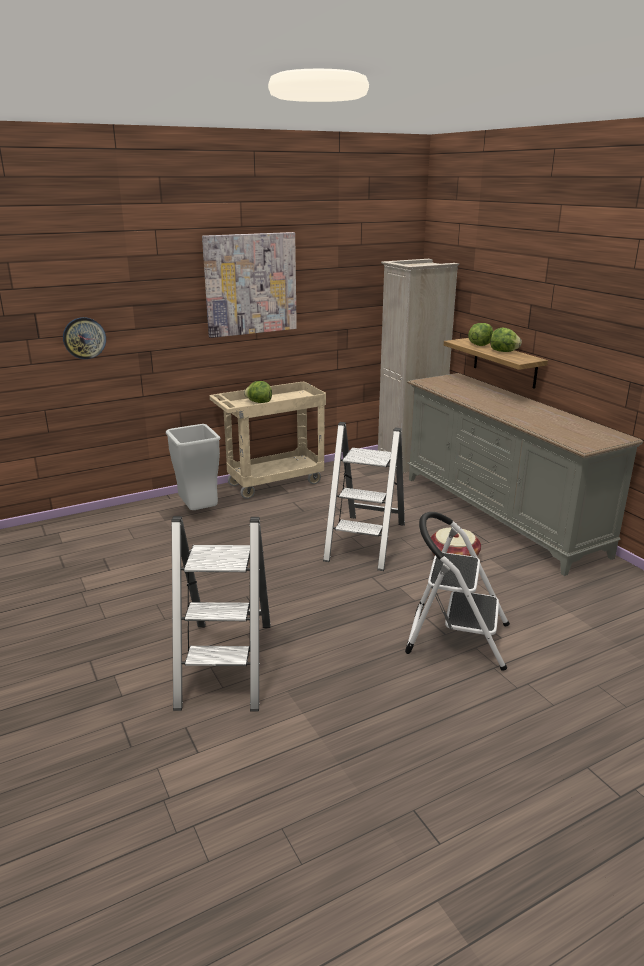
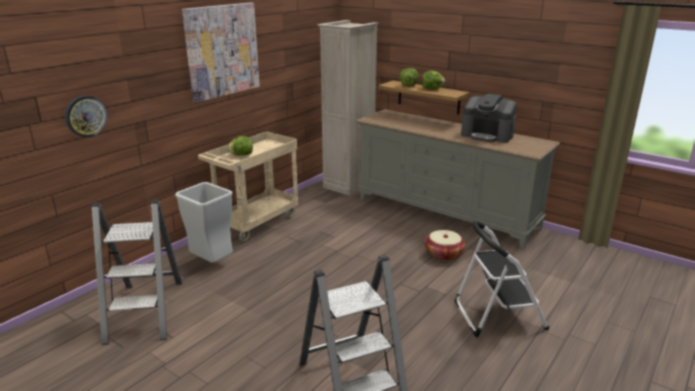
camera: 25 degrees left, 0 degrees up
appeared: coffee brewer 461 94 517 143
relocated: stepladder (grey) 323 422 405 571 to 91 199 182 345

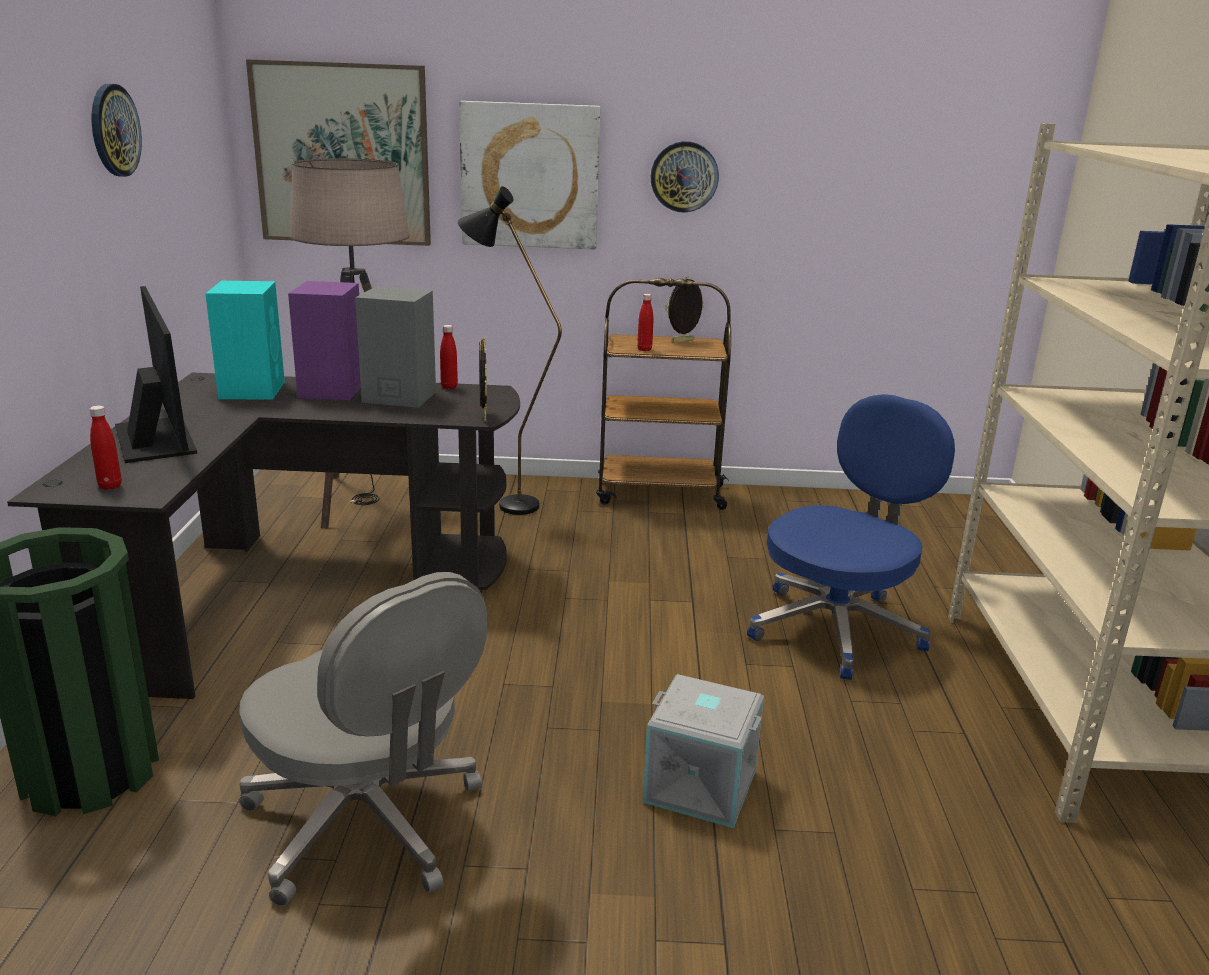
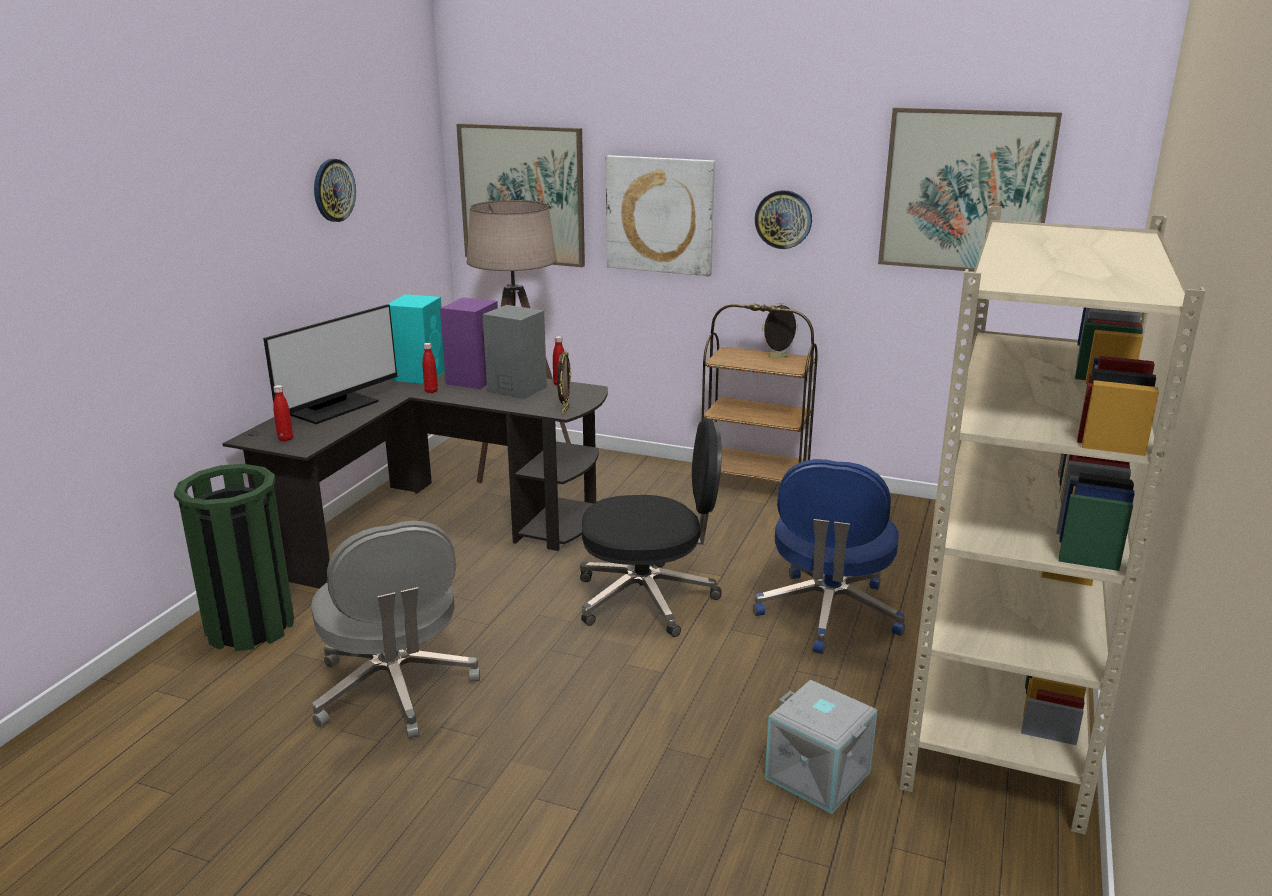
camera: 20 degrees right, 0 degrees up
missing: standing lamp (blackish) 458 186 562 515
appeared: picture 878 108 1062 272; computer chair (blackish) 580 419 722 637
relocated: bottle (red-coloured) 637 294 653 351 to 422 343 438 393; storage box (grey) 642 674 764 828 to 765 680 877 814
spun: computer screen 115 286 197 463 = 263 304 397 424 45 degrees clockwise; computer chair (blue) 747 394 955 680 = 753 459 905 654 135 degrees clockwise

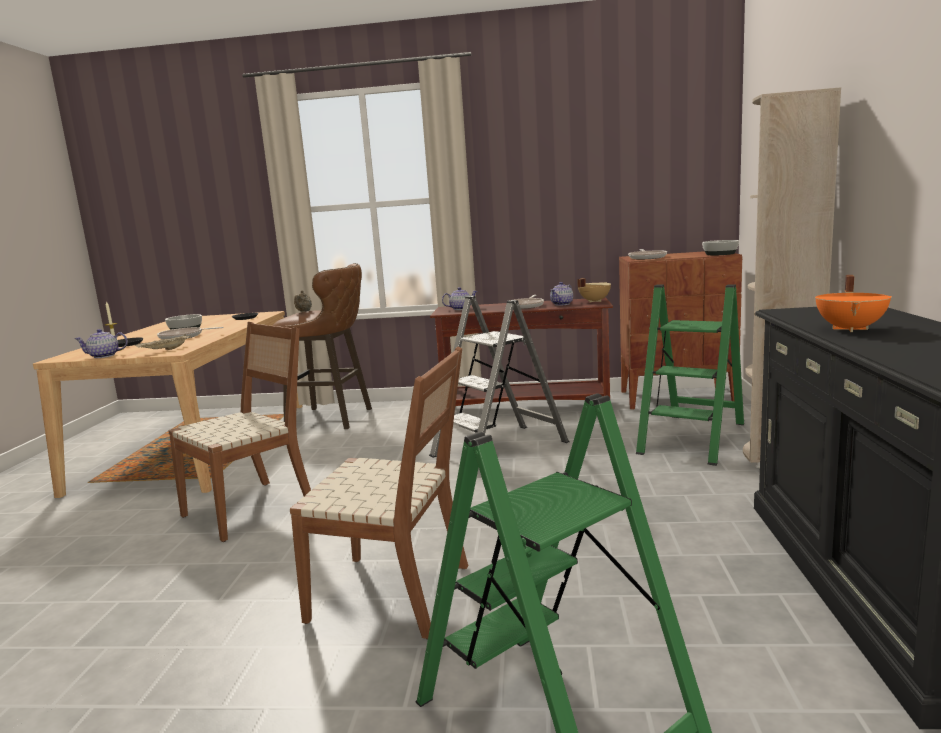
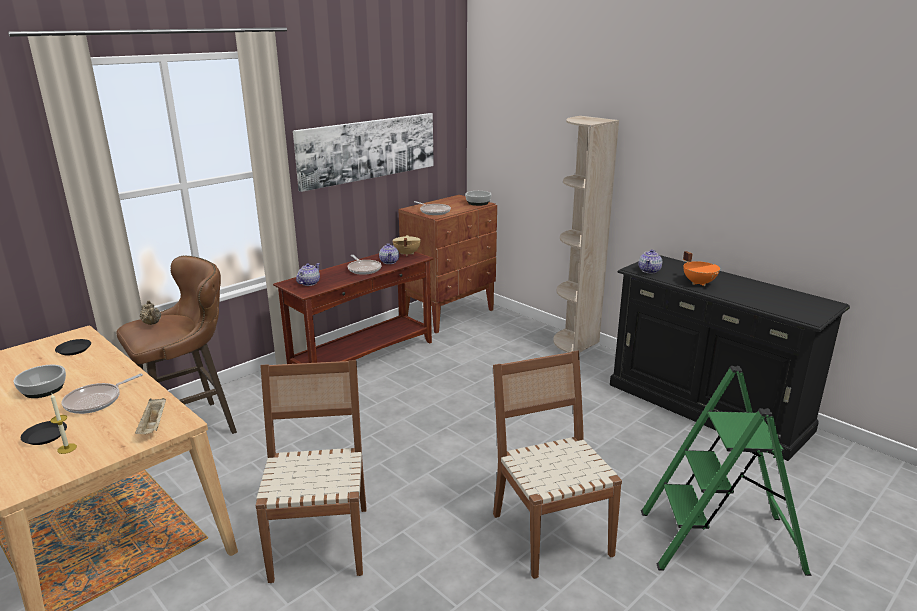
camera: 50 degrees left, 10 degrees up
missing: stepladder (green) 636 284 744 466; stepladder (grey) 429 296 569 458
appeared: picture 293 113 434 192
relocated: pot for tea 75 329 128 358 to 639 249 662 274
spun: upright chair 290 347 468 640 = 493 351 622 579 75 degrees counterclockwise

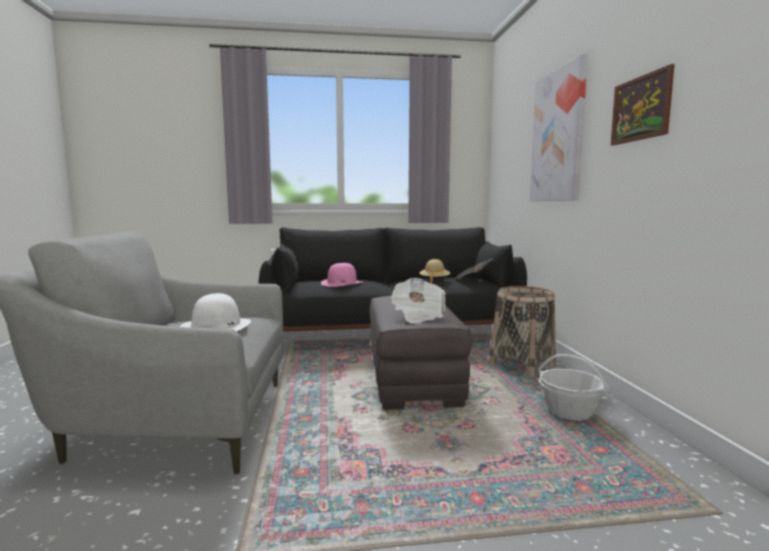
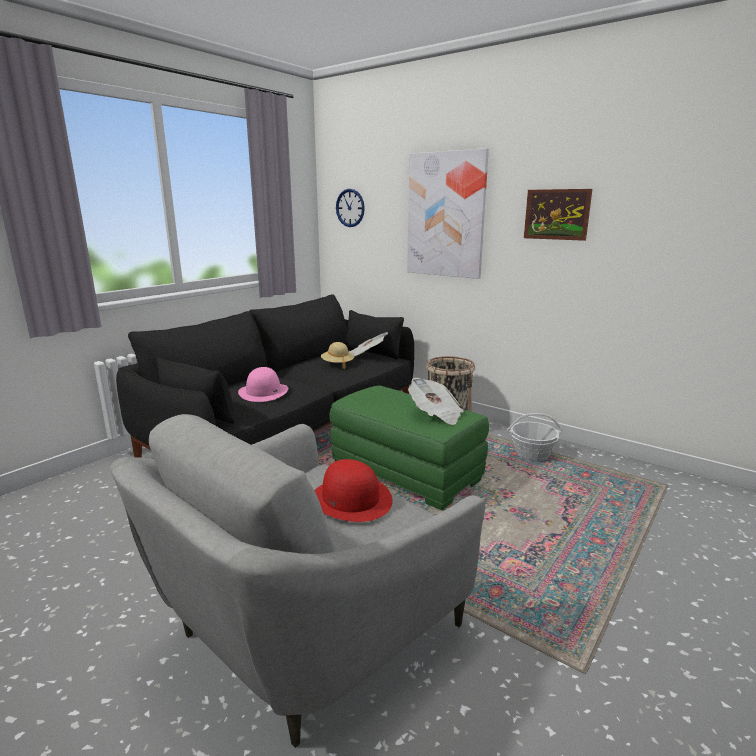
camera: 45 degrees left, 10 degrees up
appeared: clock on the wall 336 189 365 227
colour: clothing hat (white-coloured) 180 293 251 331 to clothing hat (red-coloured) 314 459 393 522; footrest (grey) 369 296 472 410 to footrest (green) 330 386 489 510

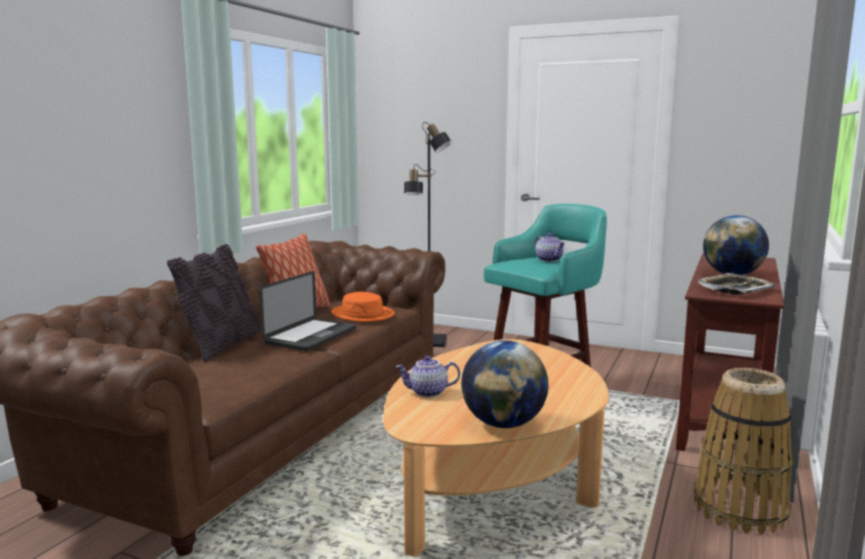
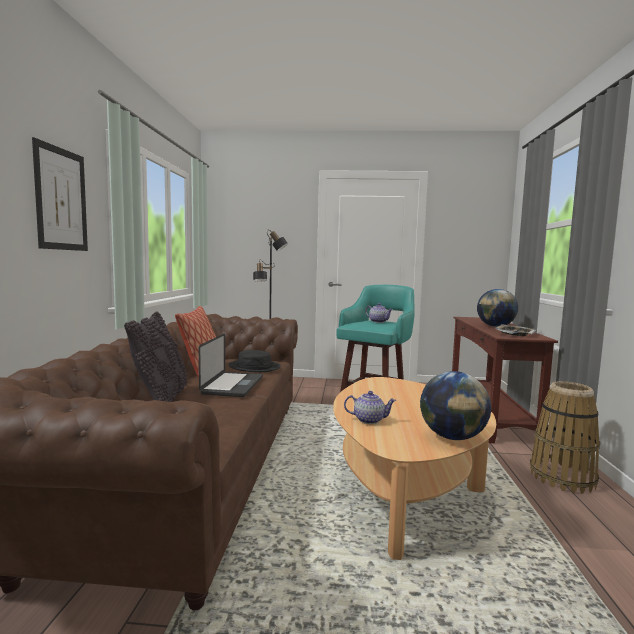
camera: 20 degrees left, 5 degrees down
appeared: picture 32 137 88 251
colour: clothing hat (orange) 331 292 395 322 to clothing hat (blackish) 228 350 281 372
spun: pot for tea 396 356 460 397 = 344 391 396 424 150 degrees counterclockwise

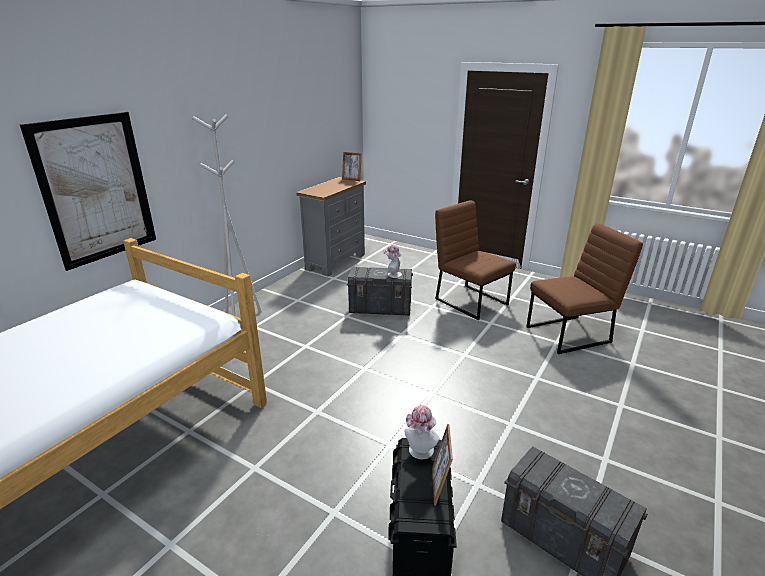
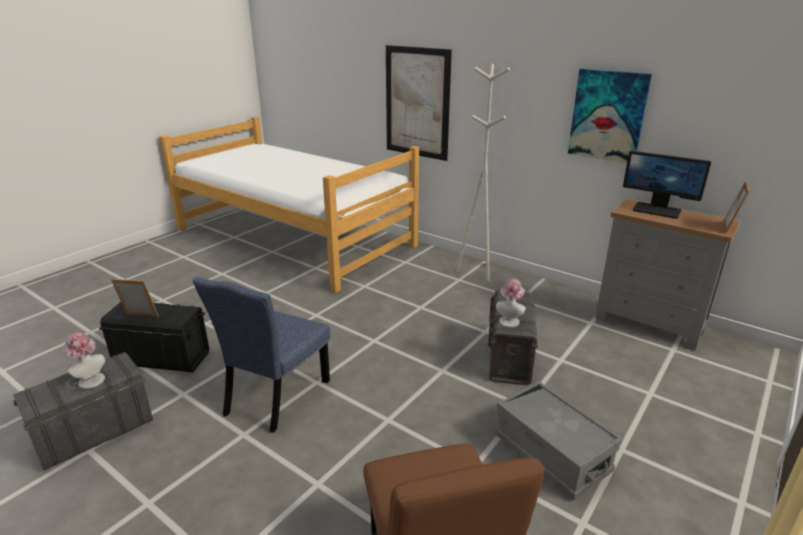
camera: 95 degrees right, 0 degrees up
appeared: picture 568 69 652 163; computer screen 623 151 711 219; upright chair (blue) 192 277 331 433
relocated: clothing hat 405 405 440 459 to 62 333 105 389
exchanged: upright chair (brown) 435 200 516 320 to storage box (grey) 495 381 623 500

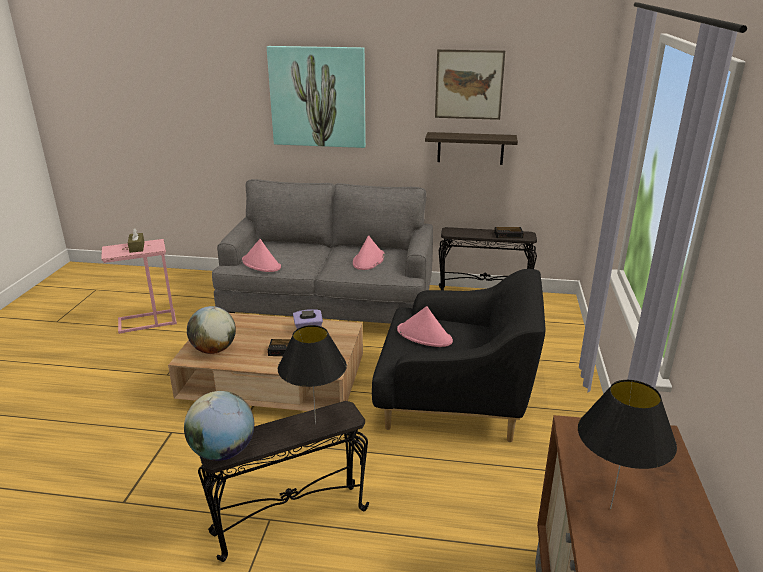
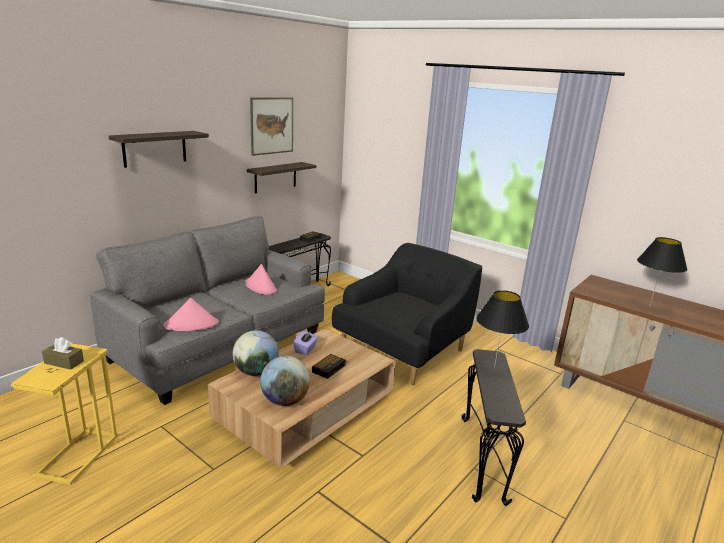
camera: 60 degrees left, 5 degrees down
missing: clothing hat (pink) 397 306 453 347
relocated: desk globe 184 391 254 461 to 232 330 279 376
exchanged: picture 267 46 366 148 to wall shelf 109 131 209 168
colour: accent table (pink) 101 239 177 334 to accent table (yellowish) 11 344 118 485

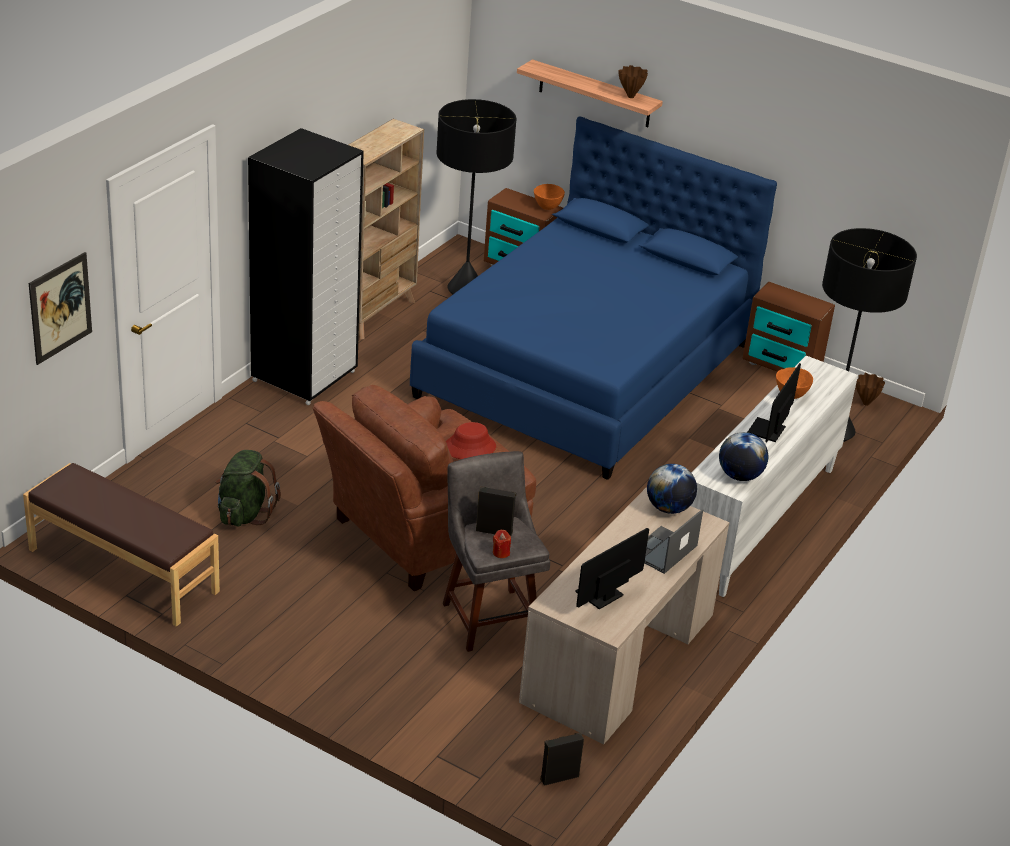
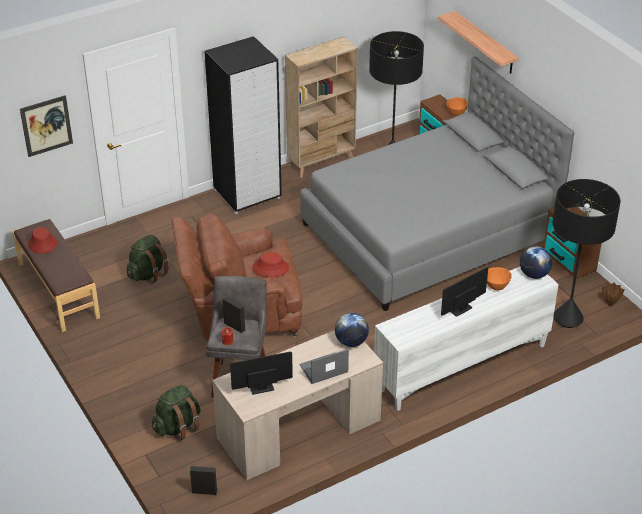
camera: 30 degrees right, 5 degrees up
missing: flower vase (brown) 618 65 648 98
appeared: clothing hat (red-coloured) 28 227 57 254; backpack (green) 152 385 200 441
relocated: desk globe 719 432 768 481 to 520 246 552 279
colour: bedroom bed (blue) 410 117 777 480 to bedroom bed (grey) 300 57 574 311

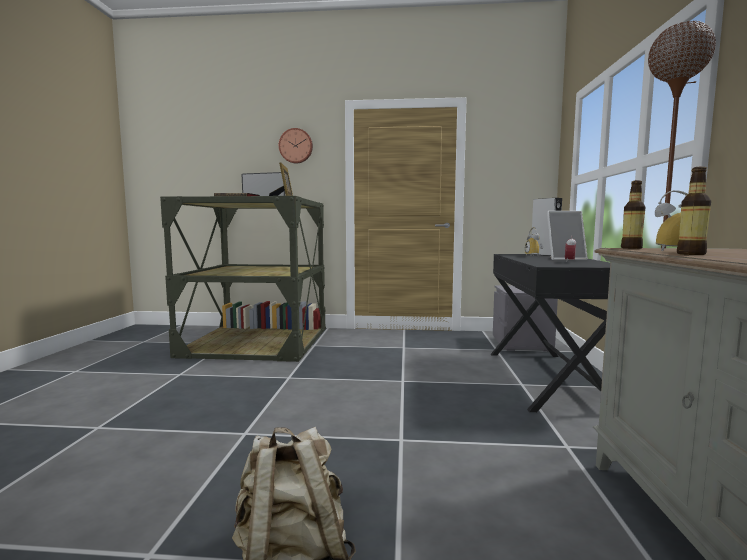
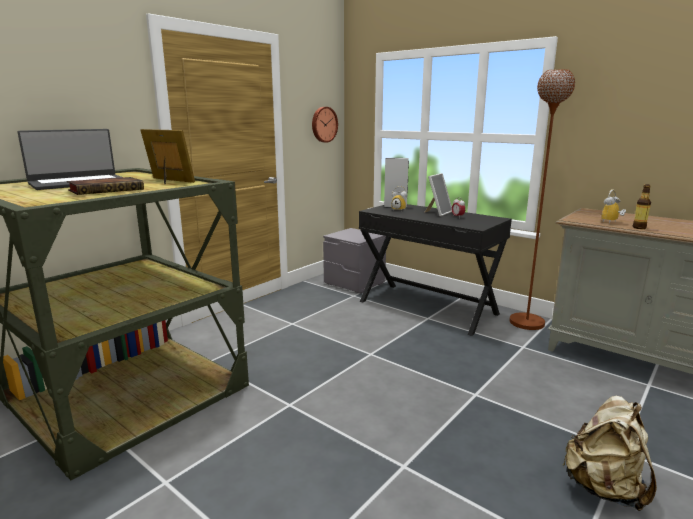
camera: 55 degrees left, 10 degrees up
missing: bottle 621 180 645 249
relocated: clock on the wall 279 128 313 164 to 312 107 338 143

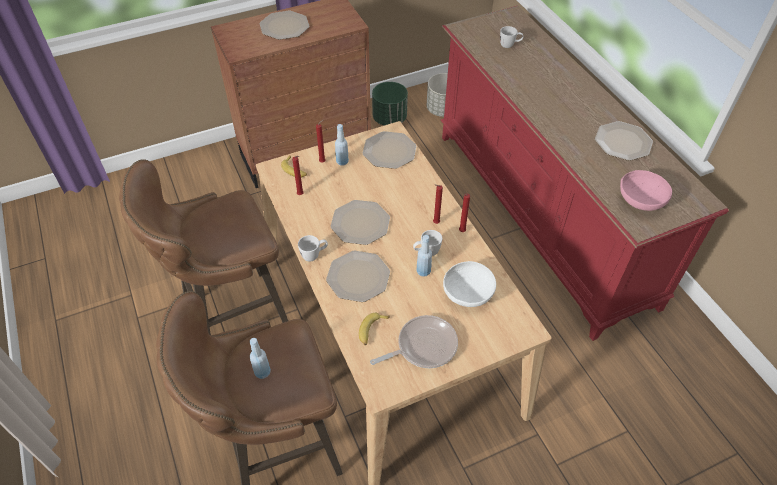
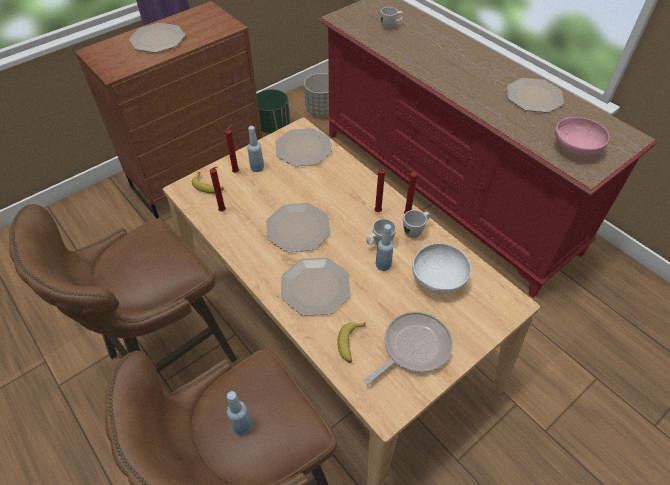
camera: 15 degrees left, 0 degrees up
relocated: mug (white-coloured) 298 235 328 262 to 403 210 430 238

